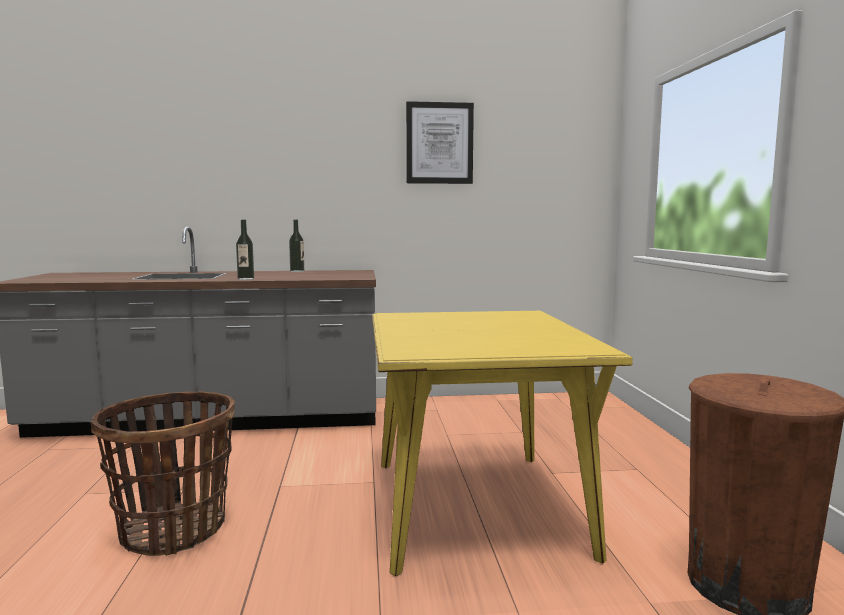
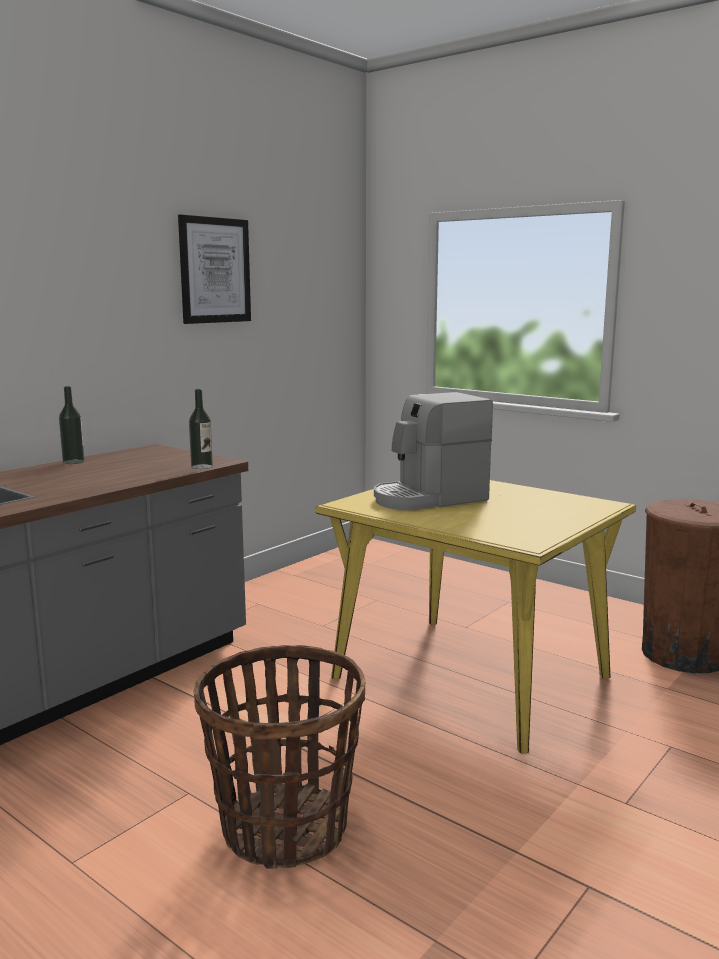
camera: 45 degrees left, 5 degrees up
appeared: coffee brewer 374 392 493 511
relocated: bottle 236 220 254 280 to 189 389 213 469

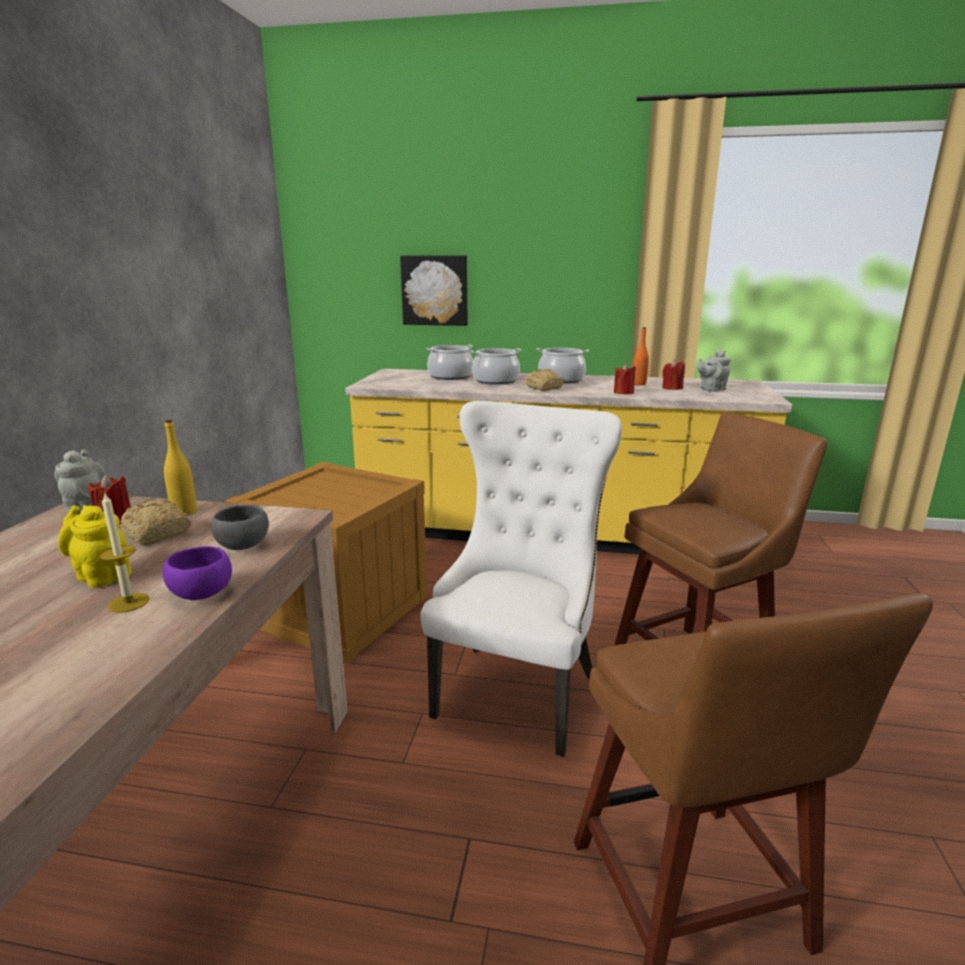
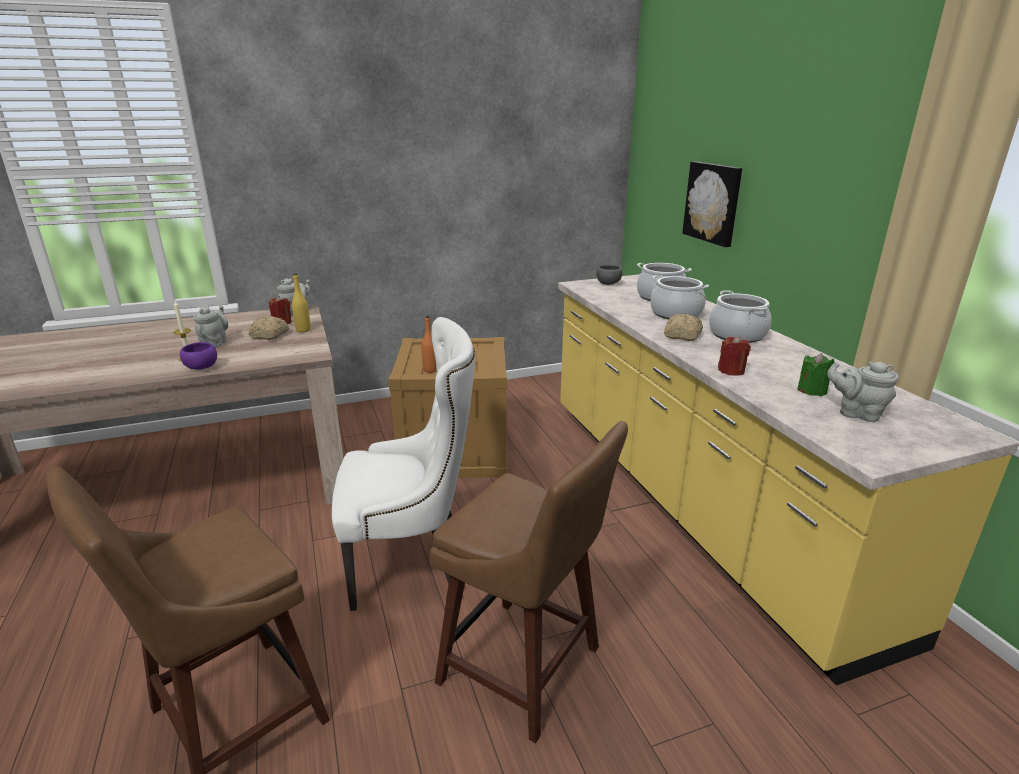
camera: 60 degrees right, 5 degrees up
relocated: bottle (orange) 633 327 649 386 to 421 316 437 373; deep dish (grey) 211 505 269 550 to 596 265 622 285
colour: wax light (red-coloured) 662 360 685 390 to wax light (green) 797 353 835 396; pot for tea (yellowish) 58 505 131 588 to pot for tea (grey) 193 305 228 348

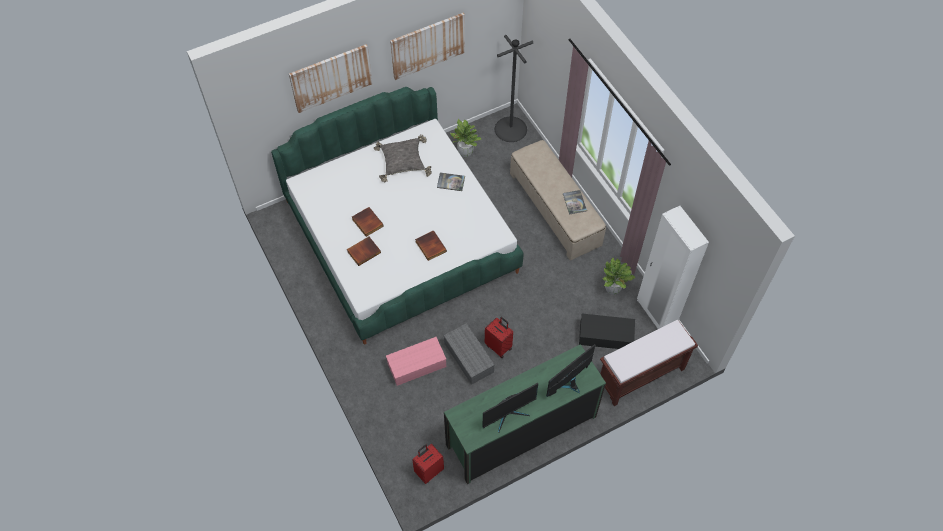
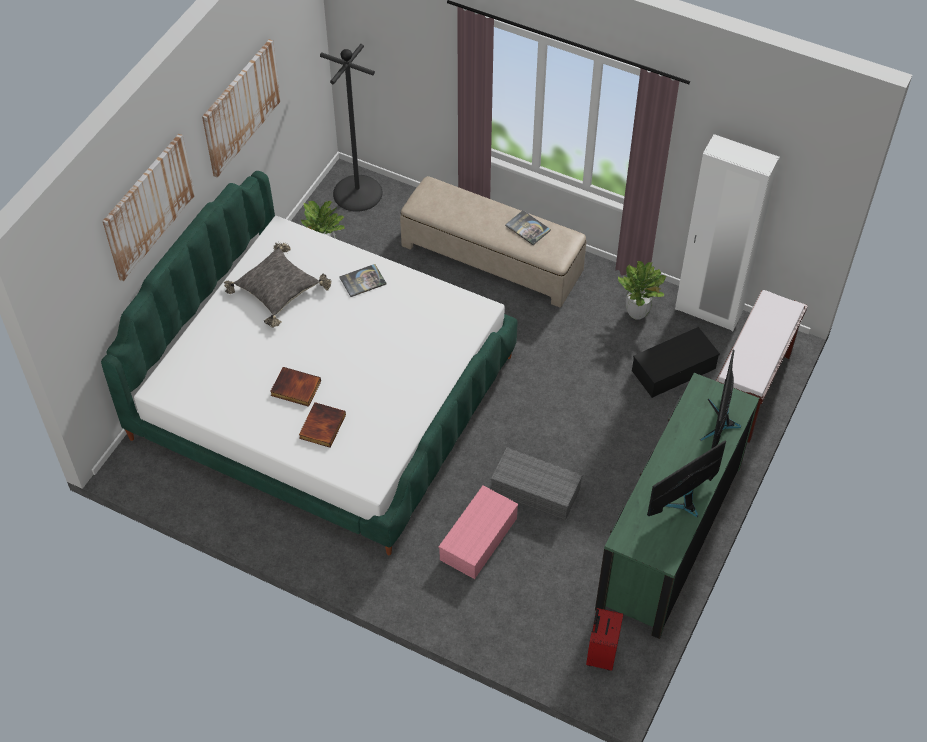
camera: 35 degrees left, 5 degrees down
missing: volume 415 230 447 261; piece of luggage (red-coloured) 485 317 513 358
spun: computer screen 482 383 538 433 = 647 441 726 517 150 degrees counterclockwise

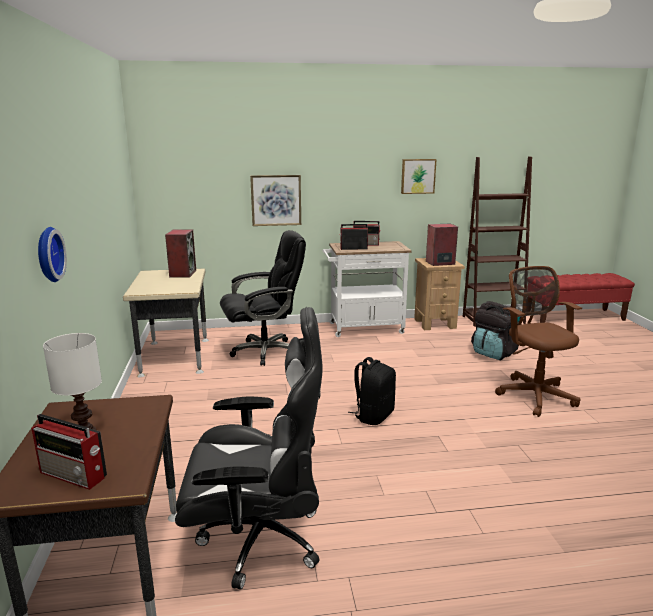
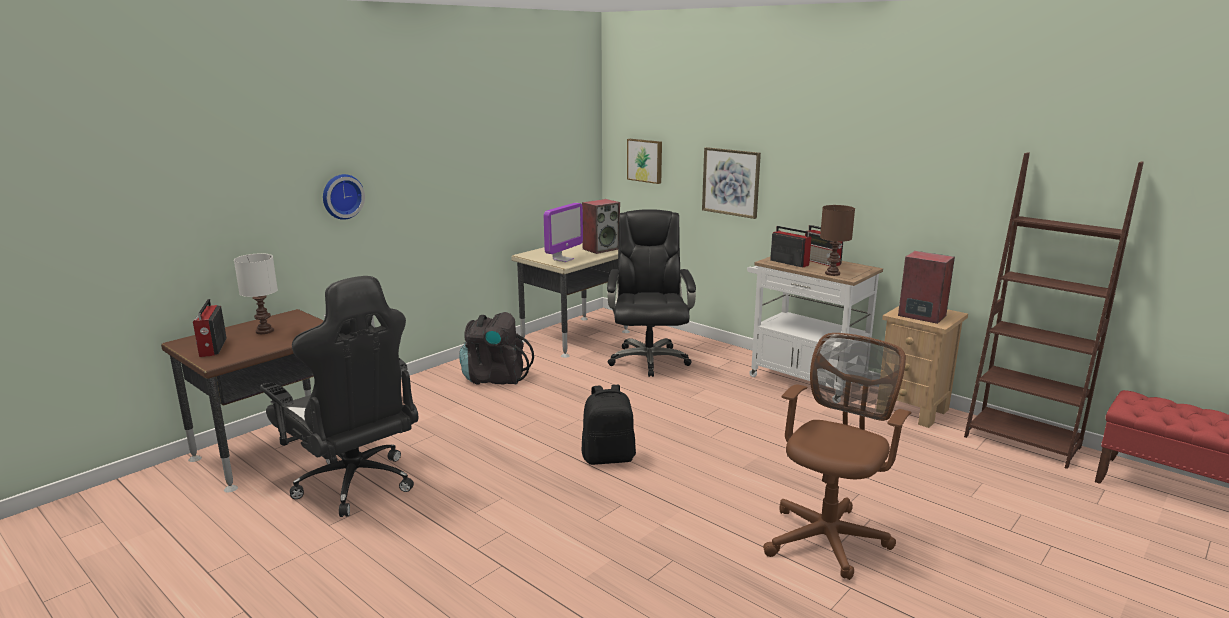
camera: 50 degrees right, 0 degrees up
appeared: computer screen 544 203 583 262; lamp for a table (brown) 820 205 855 276
relocated: picture 401 159 437 194 to 627 139 662 184; backpack (blackish) 471 301 521 360 to 459 312 534 385
spun: computer chair (blackish) 220 230 306 366 = 607 209 696 377 120 degrees counterclockwise

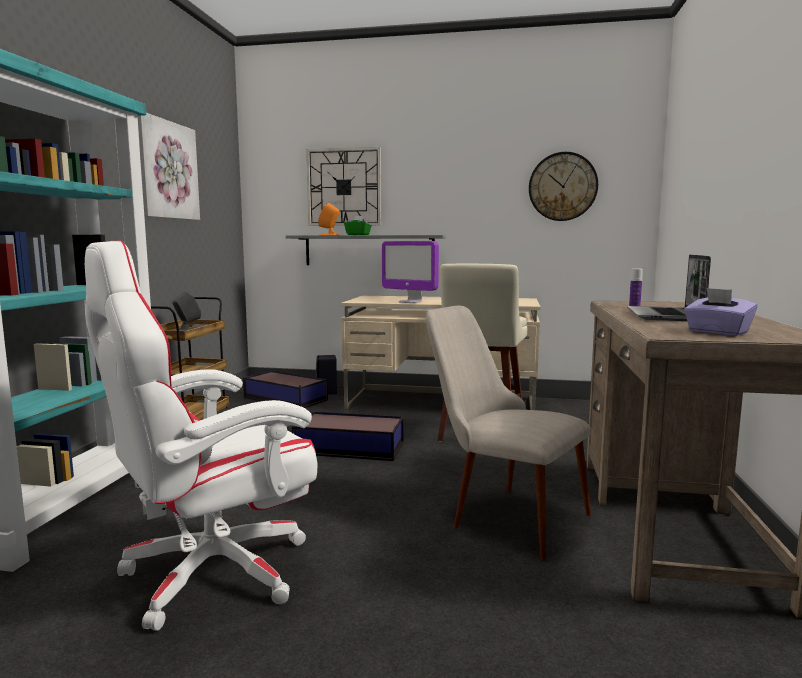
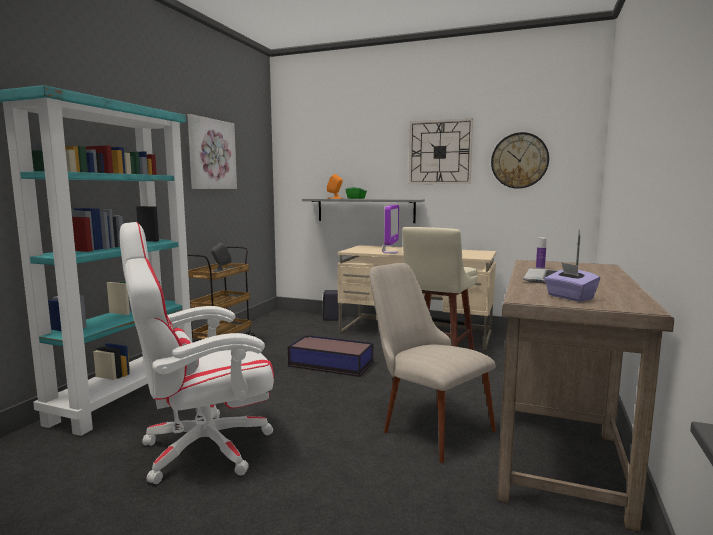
camera: 10 degrees right, 0 degrees up
missing: storage box 243 370 328 408
relocated: clock on the wall 306 147 381 226 to 409 118 473 184
spun: computer screen 382 241 439 303 = 382 205 399 254 120 degrees counterclockwise

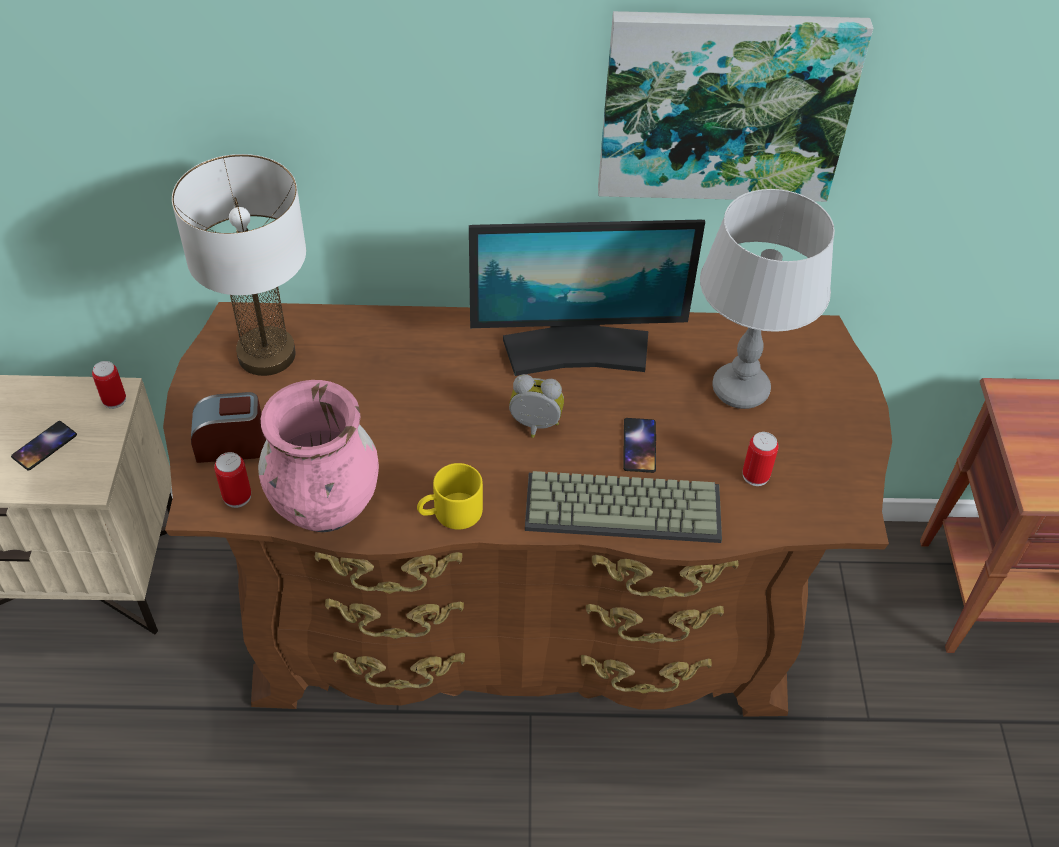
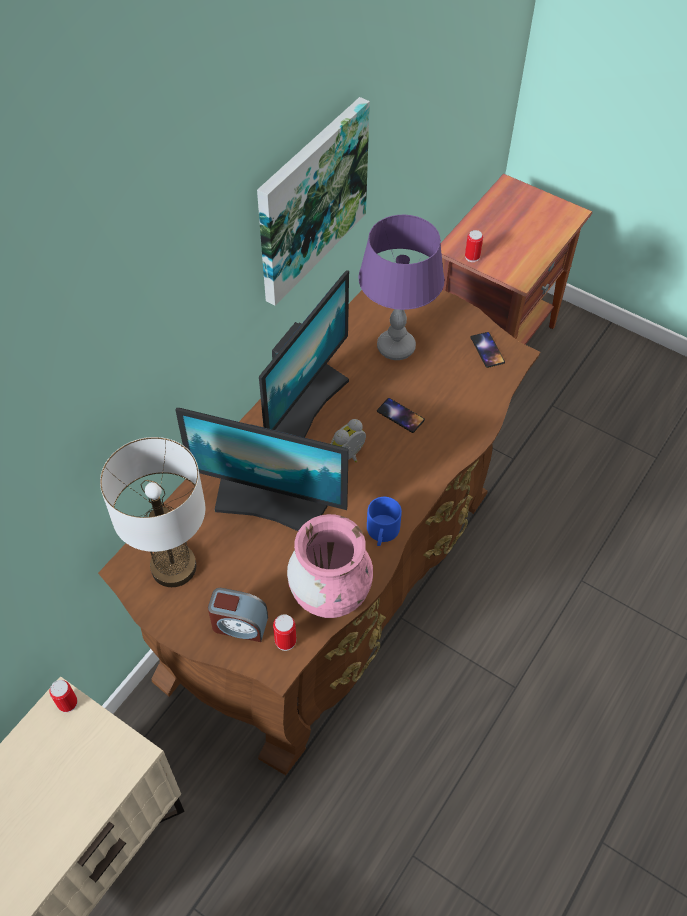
camera: 55 degrees left, 5 degrees up
missing: keyboard 525 471 722 543
appeared: computer screen 175 408 349 531
relocated: phone 11 421 77 471 to 471 332 505 368; can 742 432 779 486 to 465 230 483 262
colour: lamp for a table (grey) 700 189 835 409 to lamp for a table (purplish) 358 215 445 360; mug (yellowish) 417 463 483 530 to mug (blue) 367 497 402 546
spun: bedside clock 191 392 266 463 = 208 588 268 642 105 degrees counterclockwise

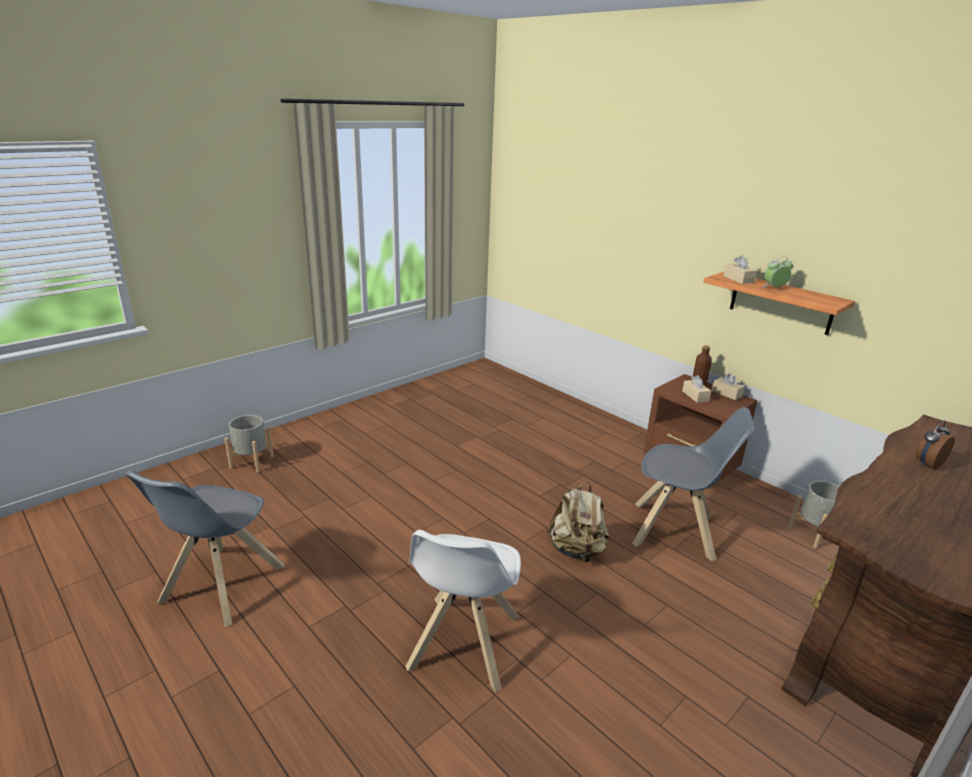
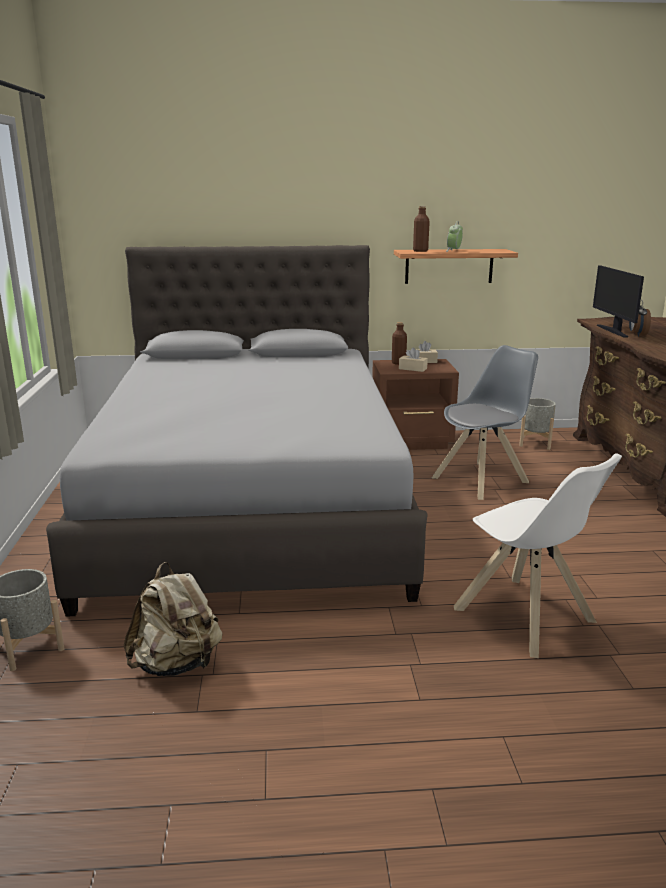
camera: 50 degrees left, 5 degrees down
missing: upright chair (grey) 126 470 284 627
appeared: bedroom bed (grey) 46 245 428 617; computer screen 593 265 644 338
relocated: backpack (sand-coloured) 546 482 610 562 to 124 562 222 676
exchanged: tissue box (sand-coloured) 723 255 757 284 to bottle (brown) 413 206 430 252

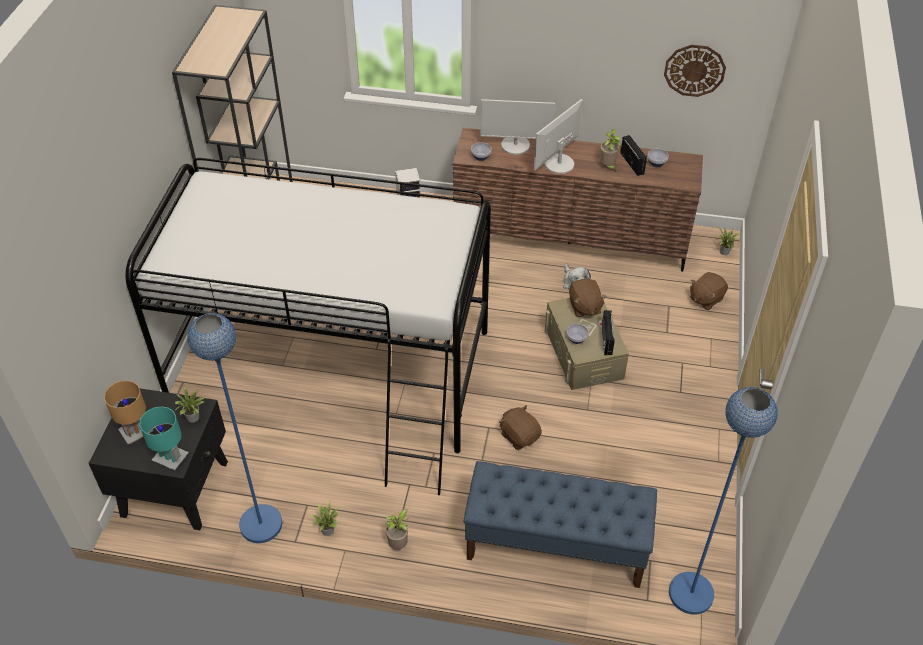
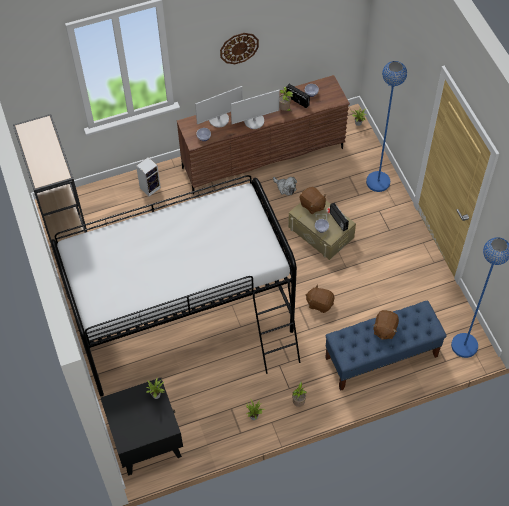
camera: 30 degrees left, 10 degrees up
missing: lamp for a table (brown) 104 381 153 444; lamp for a table (turquoise-coloured) 139 407 189 470
relocated: clock on the wall 664 45 726 97 to 220 33 259 64; cuddly toy (brown) 690 272 728 310 to 373 310 399 340; standing lamp (blue) 187 313 282 543 to 366 61 407 192
spun: computer screen 534 99 583 174 = 231 90 280 129 120 degrees counterclockwise

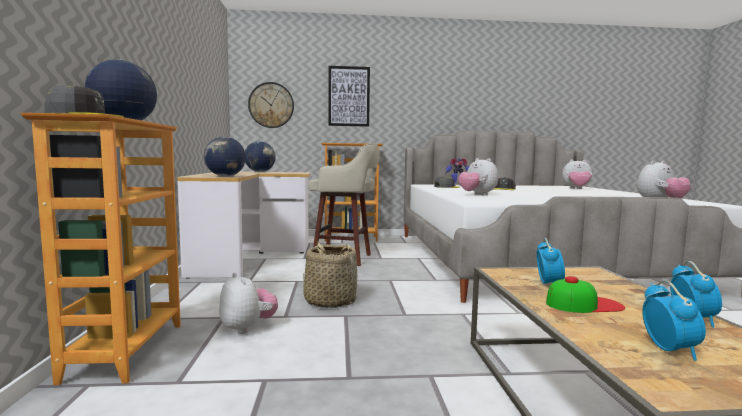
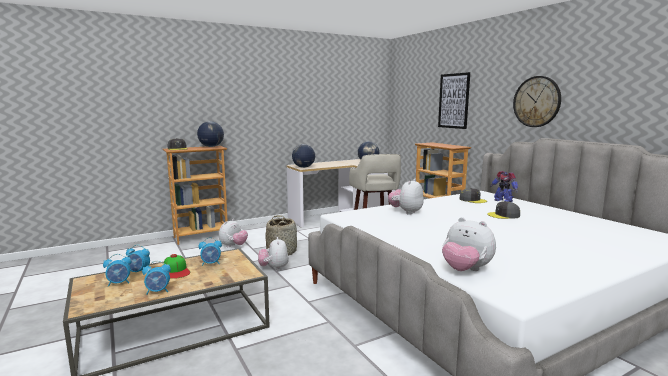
camera: 65 degrees right, 5 degrees up
appeared: bedside clock 126 244 150 272
relocated: clock on the wall 248 82 294 128 to 513 76 561 127; cuddly toy 562 160 592 189 to 258 237 289 270

